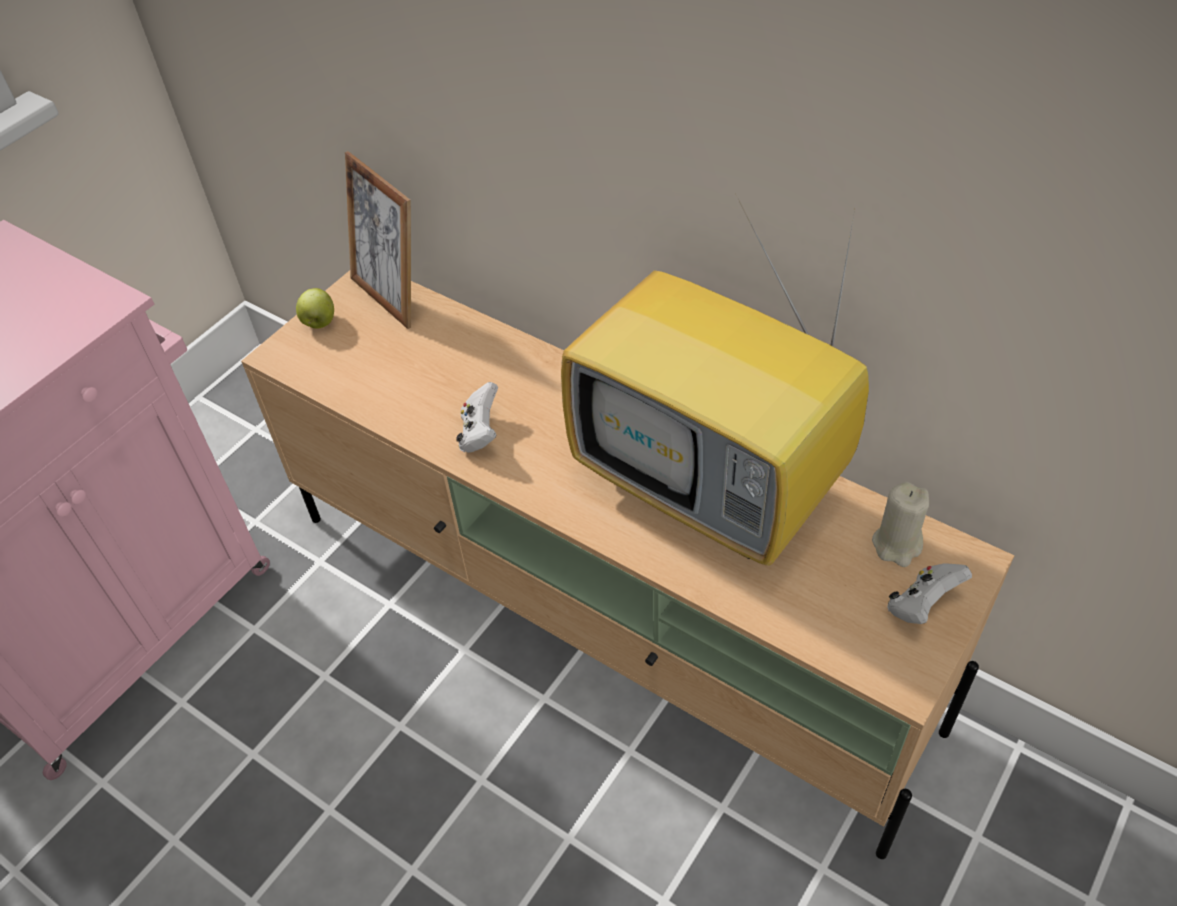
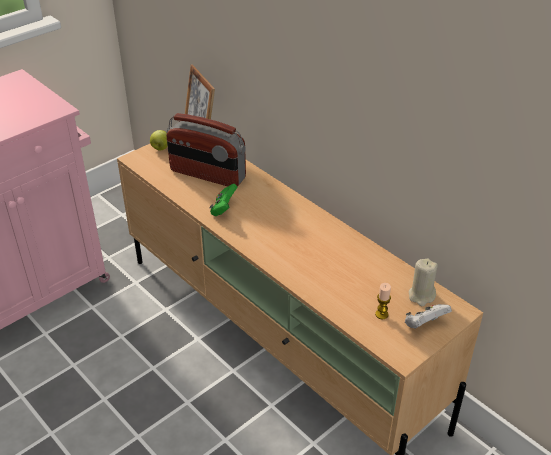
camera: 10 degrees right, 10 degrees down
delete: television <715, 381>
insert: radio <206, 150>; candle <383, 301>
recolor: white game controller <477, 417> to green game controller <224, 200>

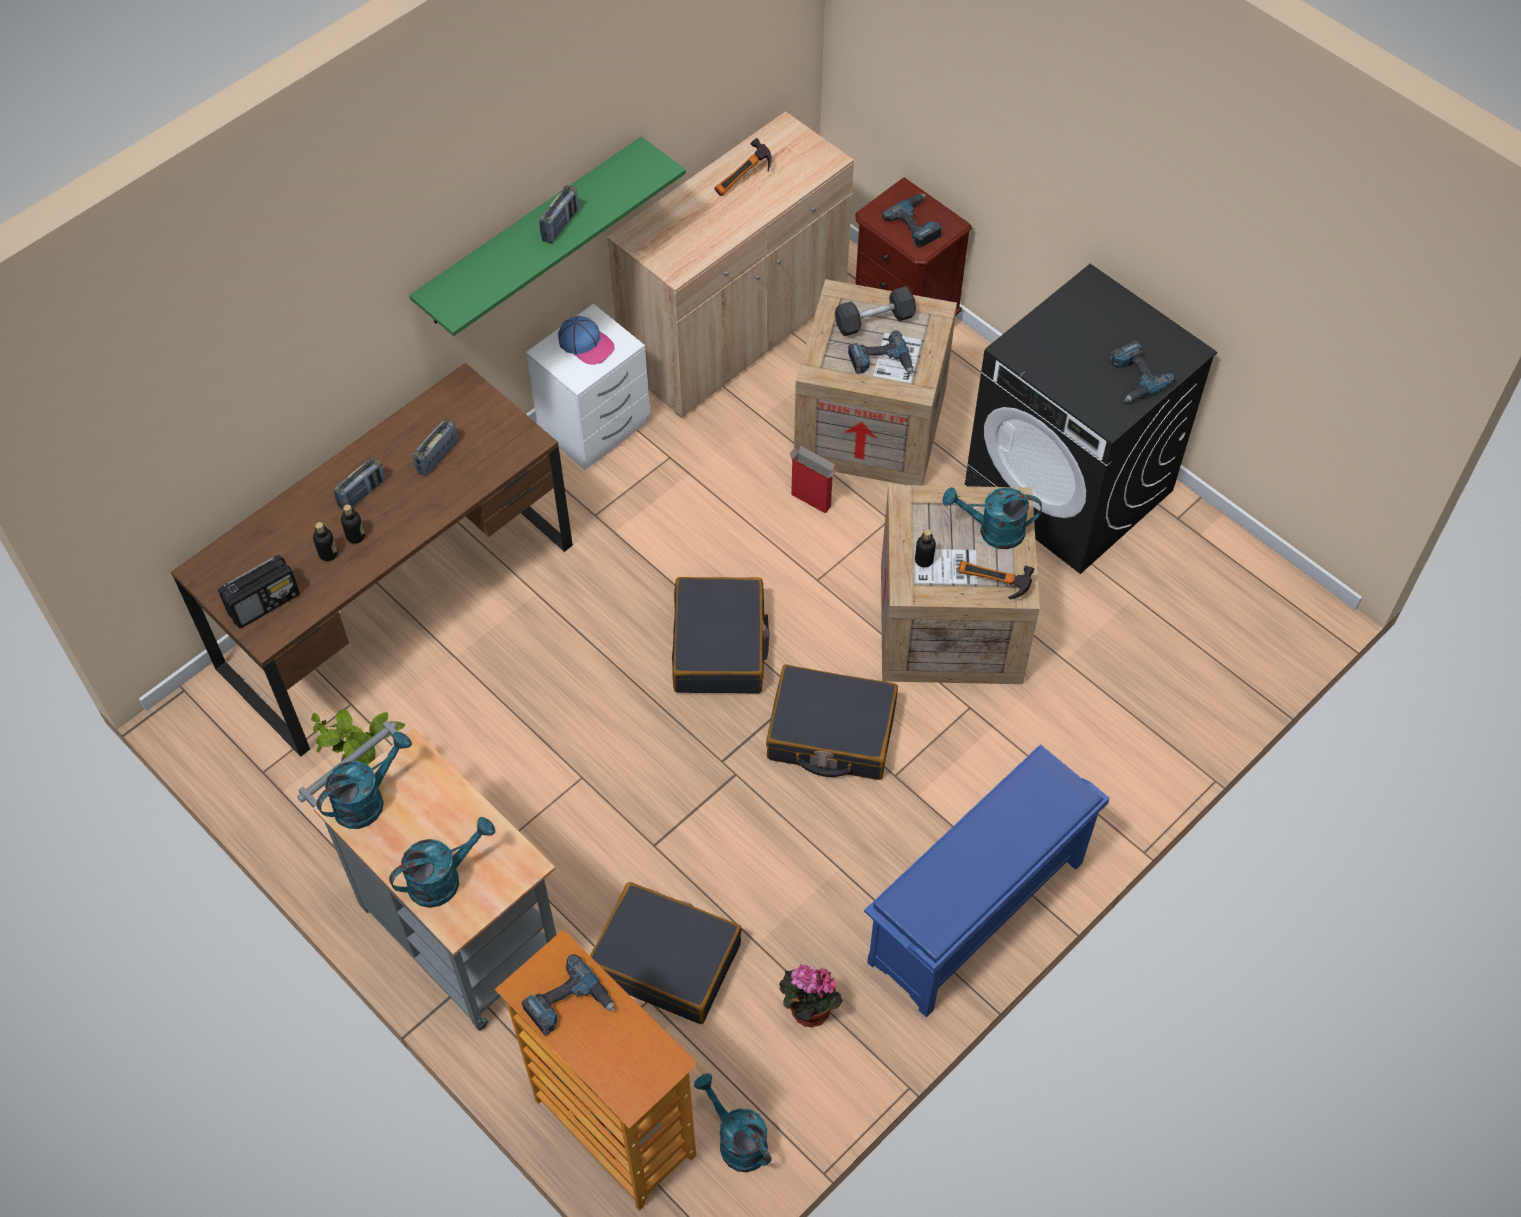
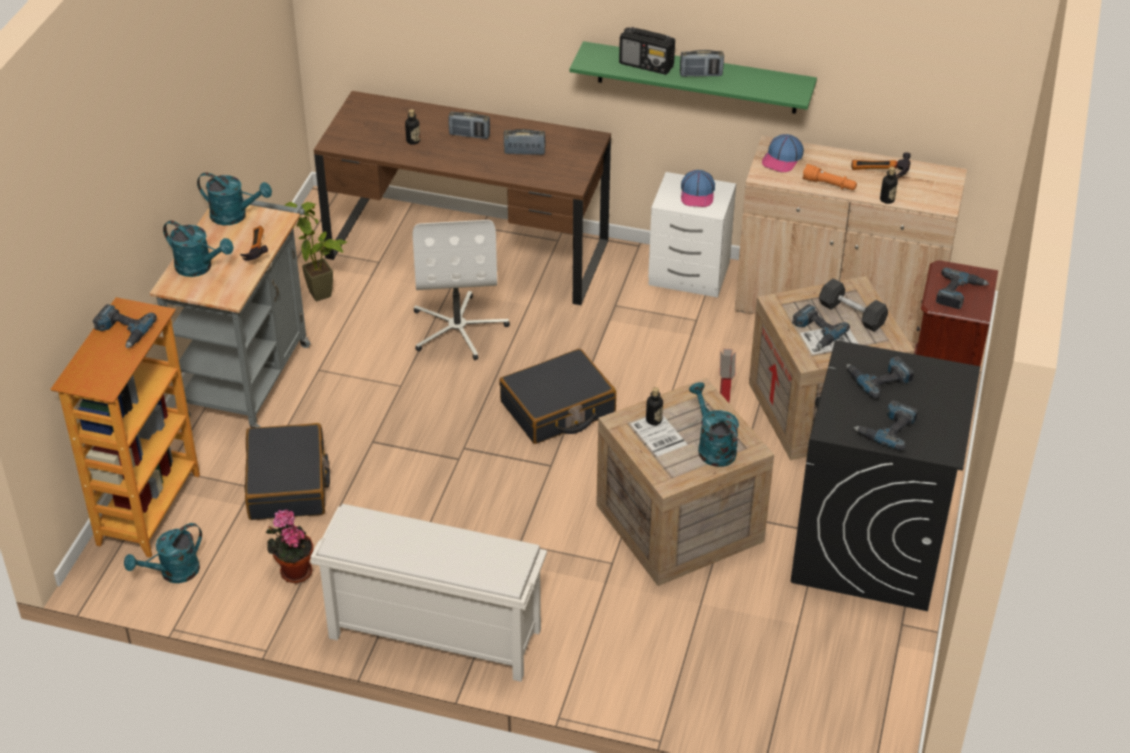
camera: 60 degrees right, 15 degrees down
delete: black suitcase <832, 722>
insert: cap <783, 153>; orange flashlight <829, 177>; white office chair <461, 290>; power drill <880, 377>
move: bottle <353, 523> to <889, 185>; radio <259, 591> to <647, 51>; hammer <996, 580> to <254, 243>
recolor: blue shoe rack <986, 880> to white shoe rack <429, 593>
rotate: turquoise watering can <733, 1122> = <163, 553> 150 degrees counterclockwise

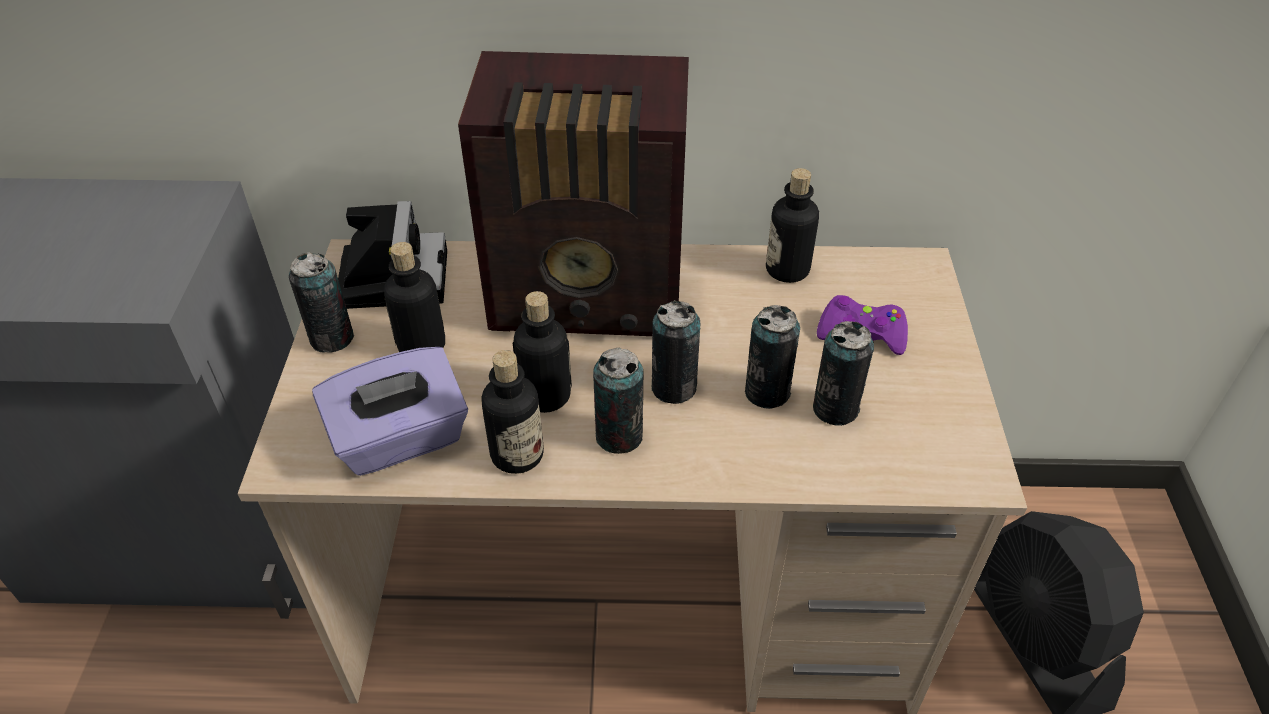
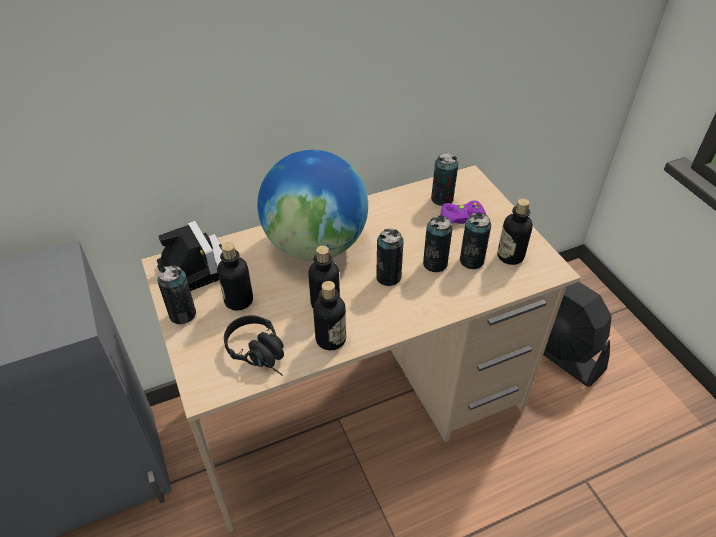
camera: 25 degrees left, 0 degrees up
move: bottle <792, 225> to <515, 231>; can <618, 401> to <444, 179>
replace: radio <573, 193> to globe <312, 205>; purple tissue box <390, 411> to black headphones <254, 345>

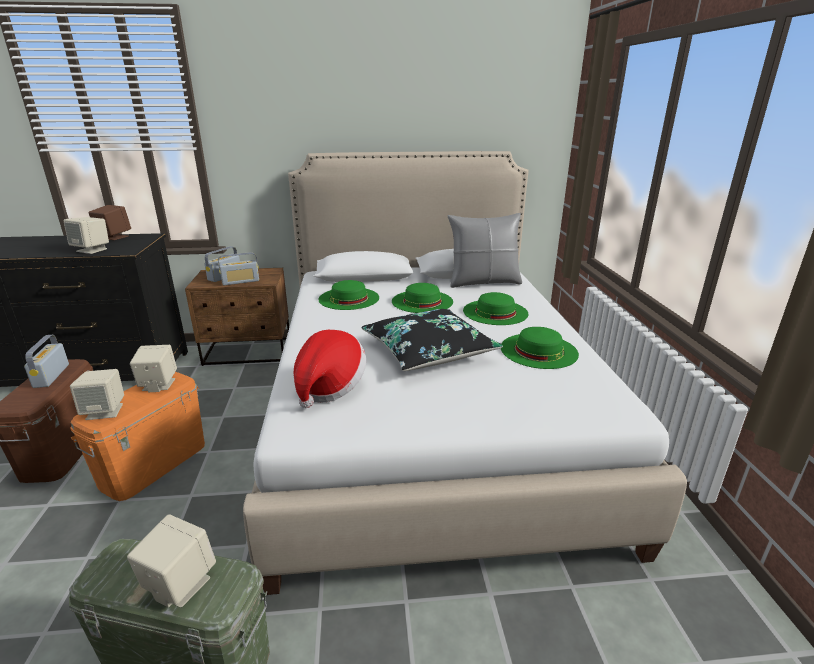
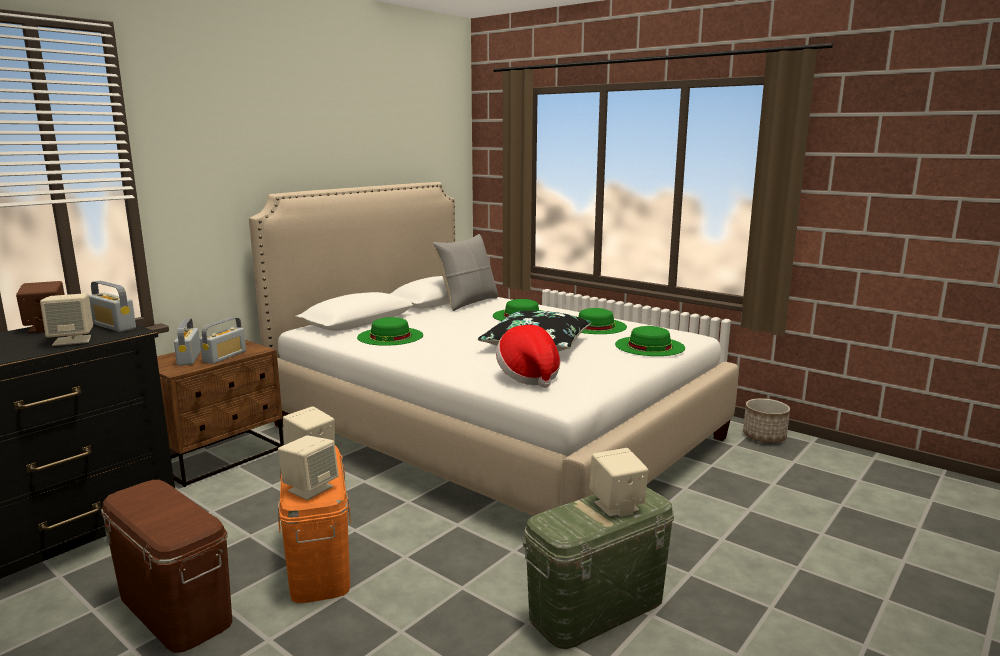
camera: 45 degrees left, 10 degrees down
insert: planter <766, 420>
move: green hat <422, 298> to <650, 341>; radio <46, 361> to <112, 306>

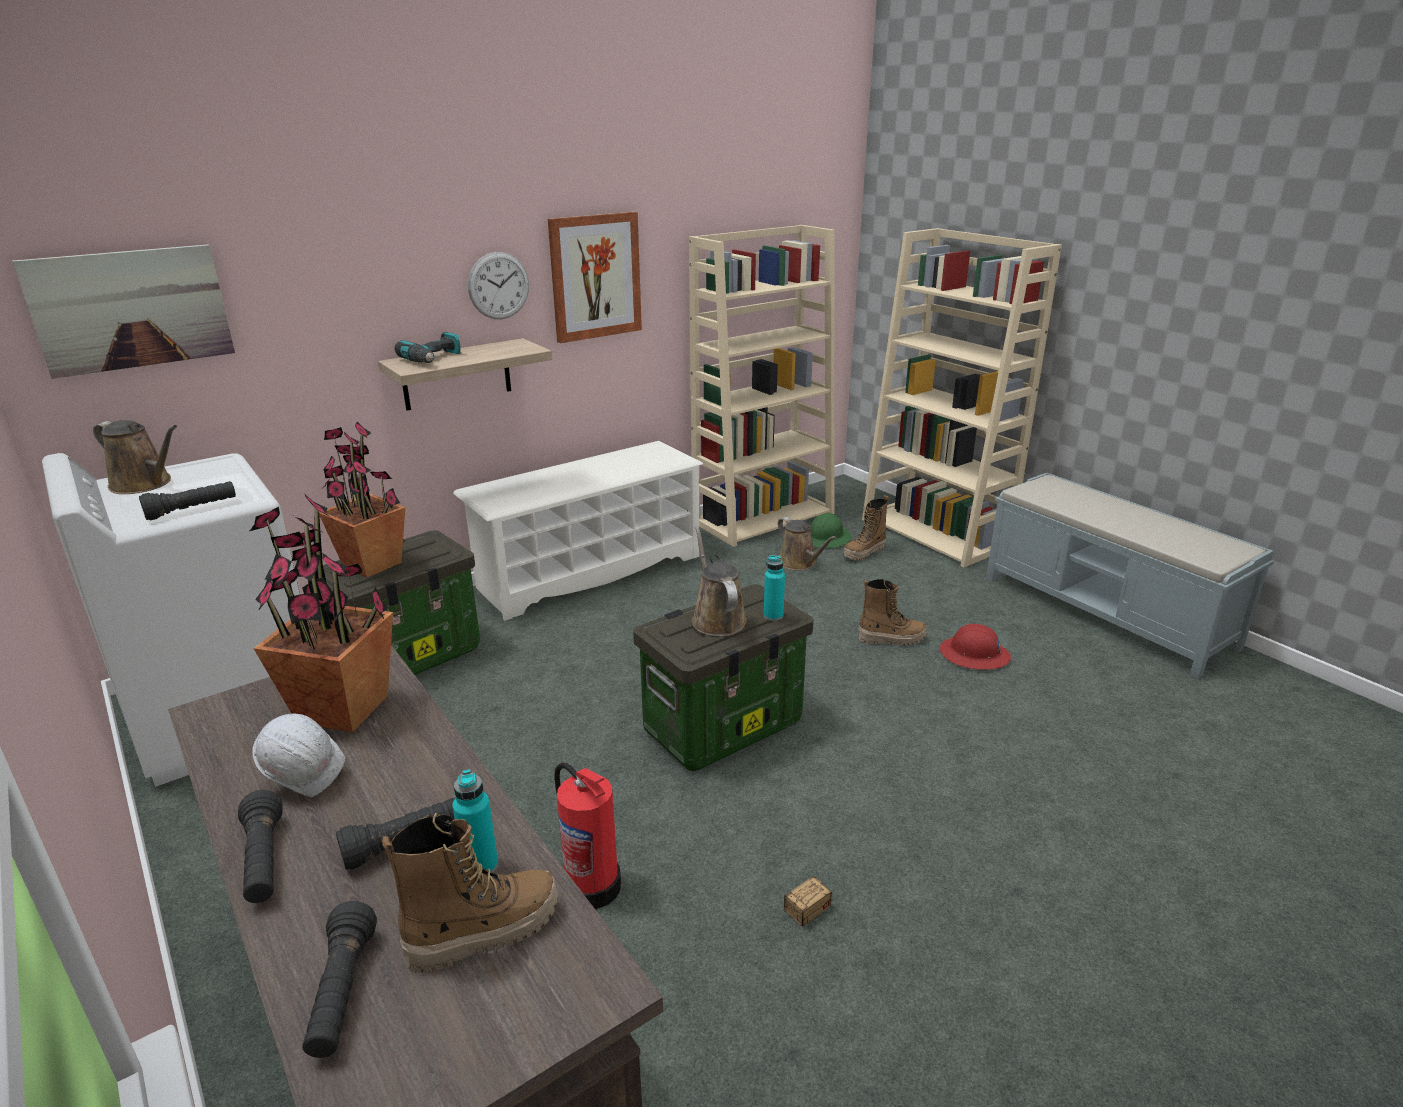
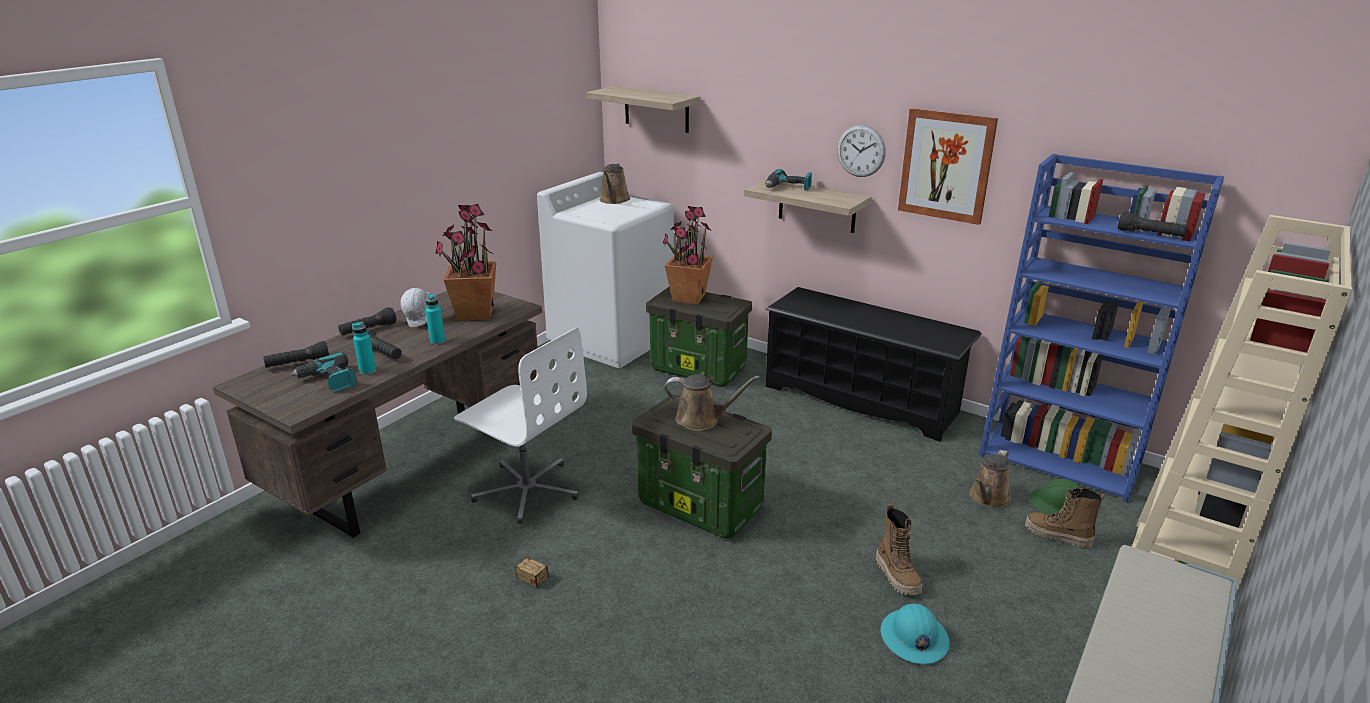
camera: 70 degrees right, 0 degrees up
move: black flashlight <187, 501> to <1153, 224>; turquoise bottle <774, 588> to <435, 319>
replace: picture <123, 311> to shelf <643, 109>; fire extinguisher <587, 836> to white office chair <520, 426>; boot <470, 893> to power drill <322, 372>
recolor: beige bookcase <761, 386> to blue bookcase <1101, 328>; white shoe rack <578, 531> to black shoe rack <873, 364>; red hard hat <975, 646> to turquoise hard hat <915, 633>
rotate: brown watering can <719, 581> = <712, 402> 45 degrees clockwise

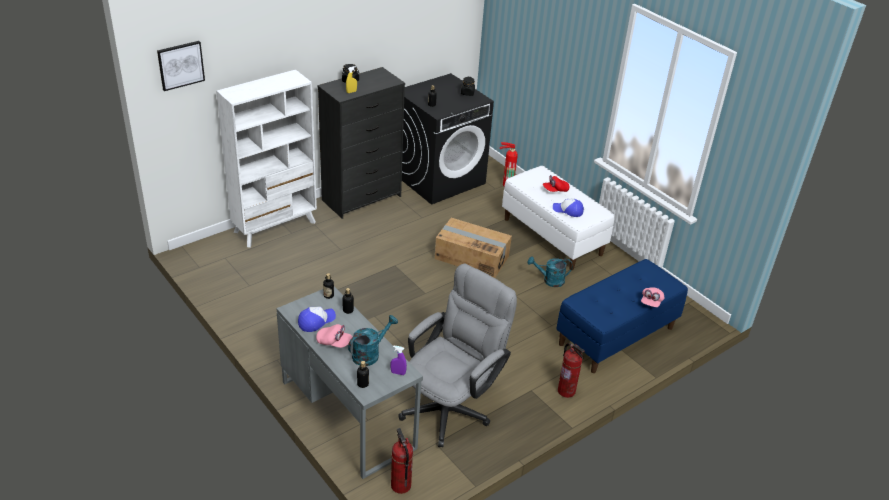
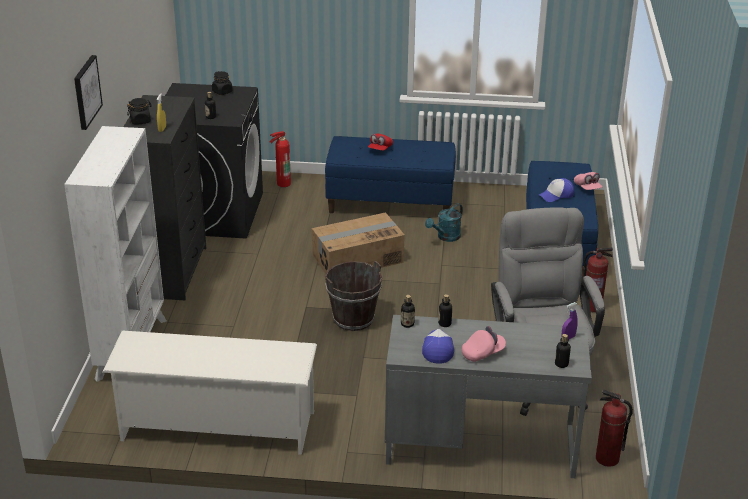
camera: 45 degrees left, 5 degrees down
delete: turquoise watering can <373, 340>
insert: brown bucket <353, 296>; white shoe rack <210, 393>
move: picture <181, 66> to <88, 92>; cap <568, 207> to <556, 190>
recolor: white bench <558, 218> to blue bench <390, 174>

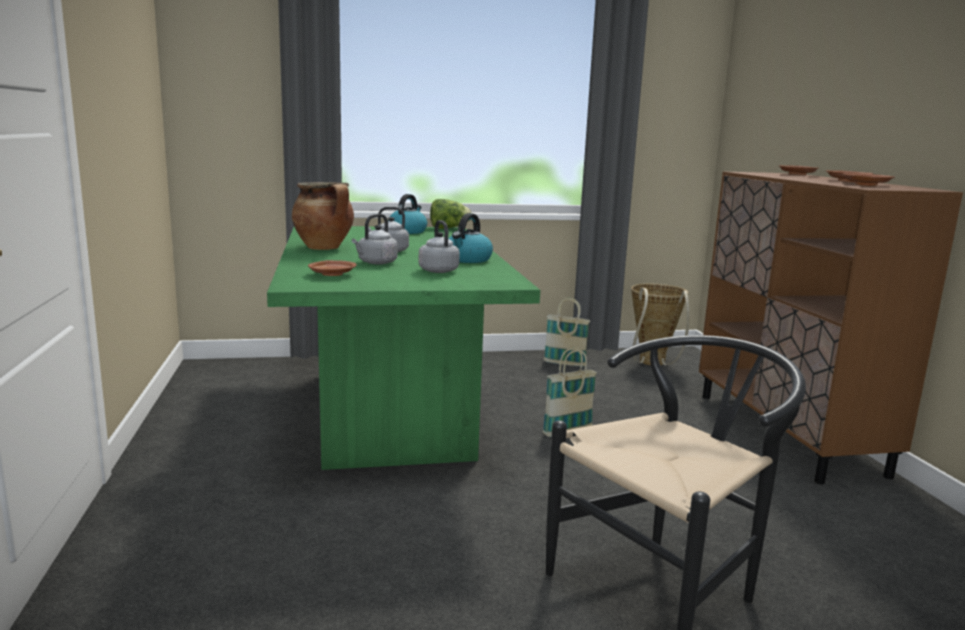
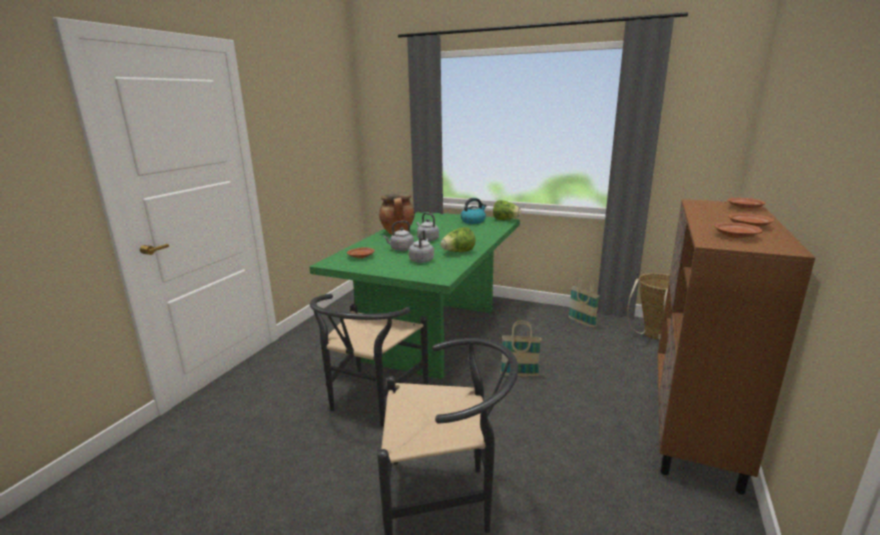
camera: 35 degrees right, 5 degrees up
insert: black chair <369, 360>
replace: kettle <470, 238> to lettuce <458, 239>

